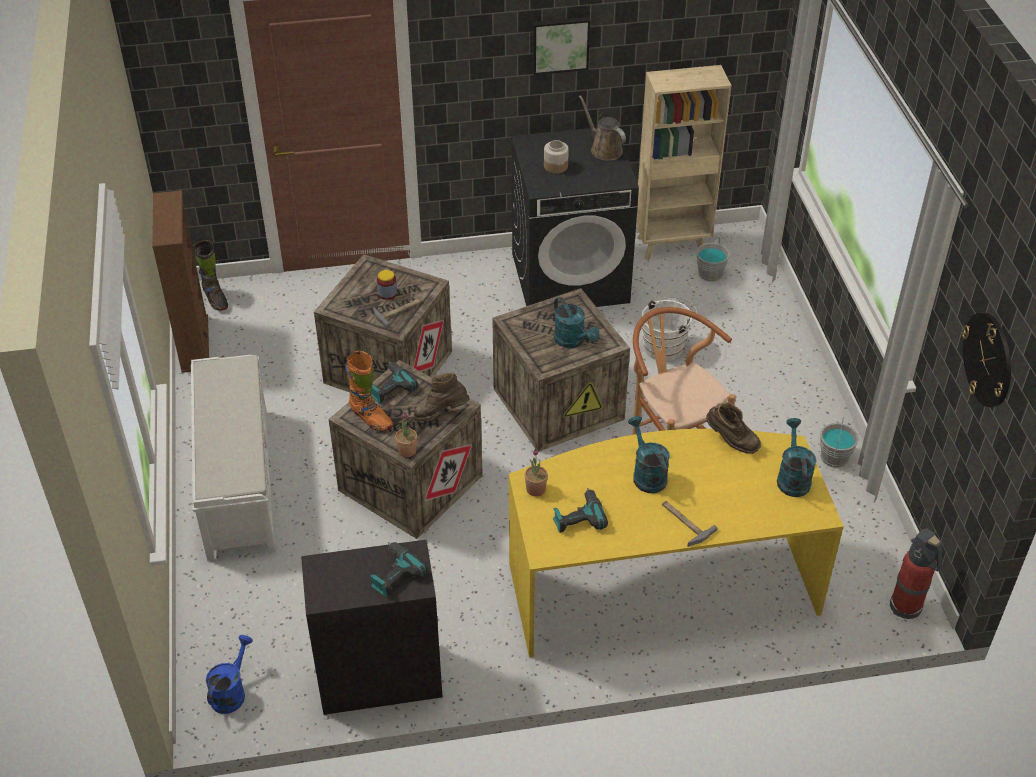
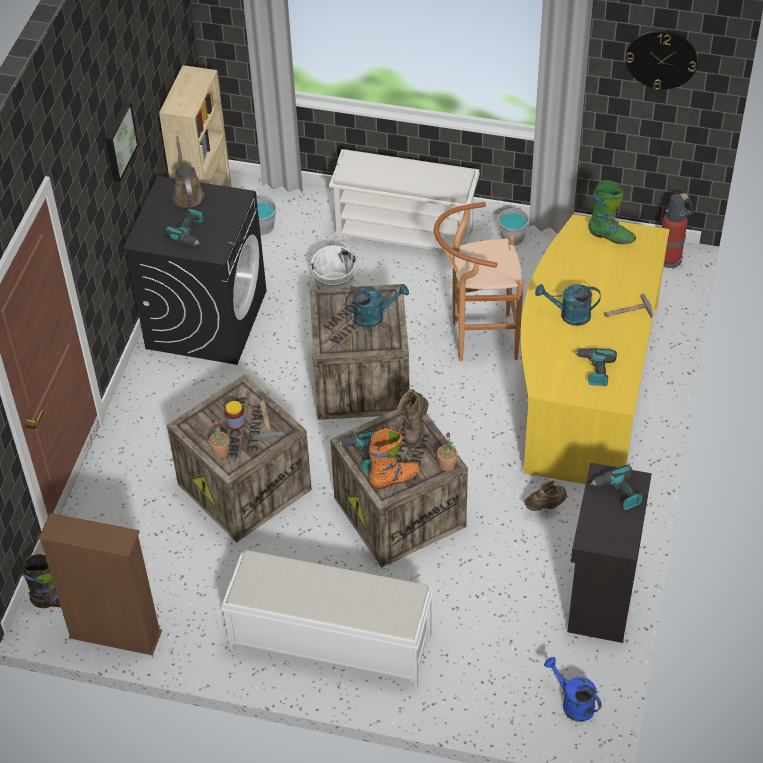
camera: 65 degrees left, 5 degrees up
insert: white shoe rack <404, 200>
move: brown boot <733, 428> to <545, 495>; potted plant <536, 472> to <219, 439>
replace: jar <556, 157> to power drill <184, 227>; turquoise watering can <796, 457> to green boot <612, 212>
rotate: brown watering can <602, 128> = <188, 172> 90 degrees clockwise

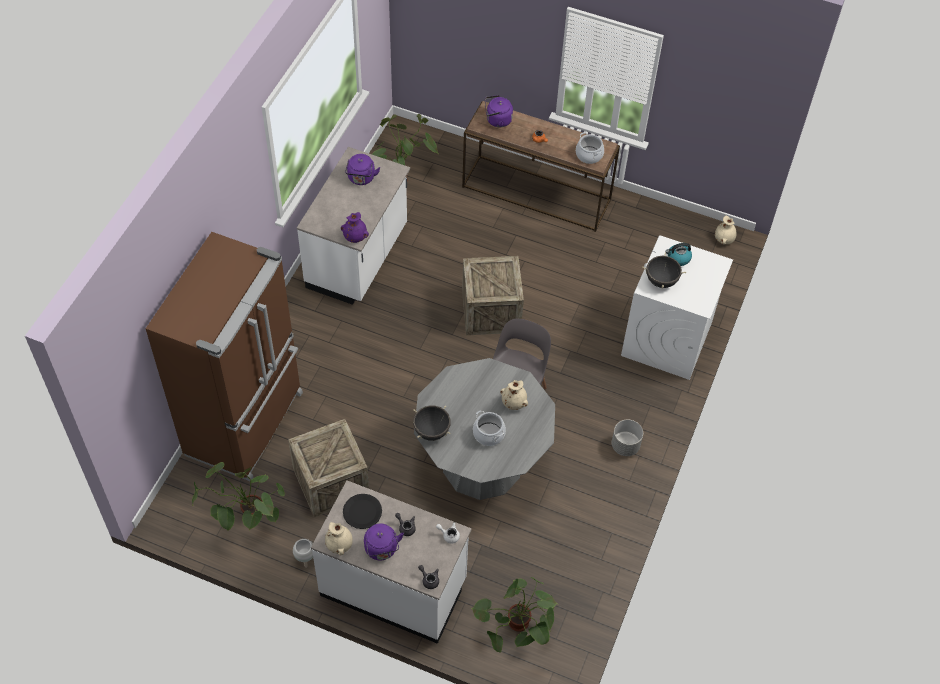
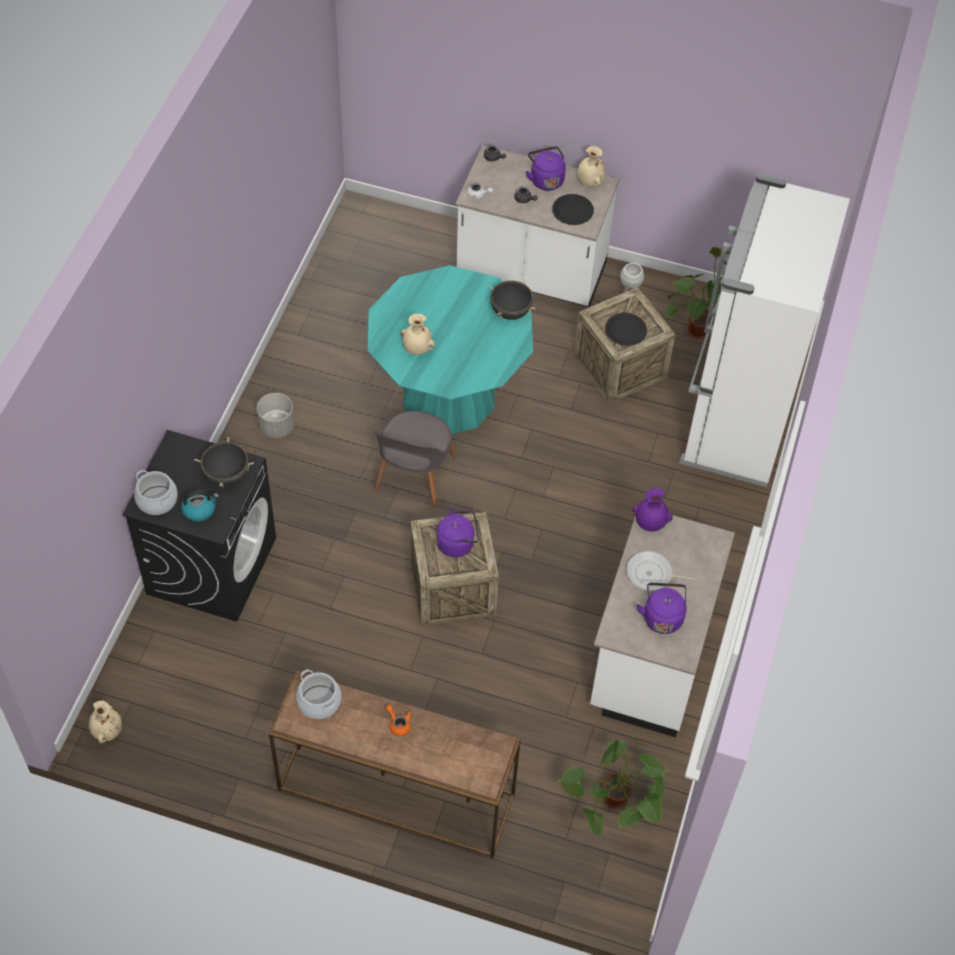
camera: 175 degrees right, 0 degrees up
delete: potted plant <514, 614>
insert: black plate <626, 329>; frying pan <662, 571>
move: purple kettle <499, 111> to <457, 532>; cooking pot <489, 428> to <156, 492>
recolor: brown fridge <224, 356> to white fridge <764, 330>; white washing machine <677, 307> to black washing machine <199, 526>; grey dining table <484, 429> to turquoise dining table <450, 349>

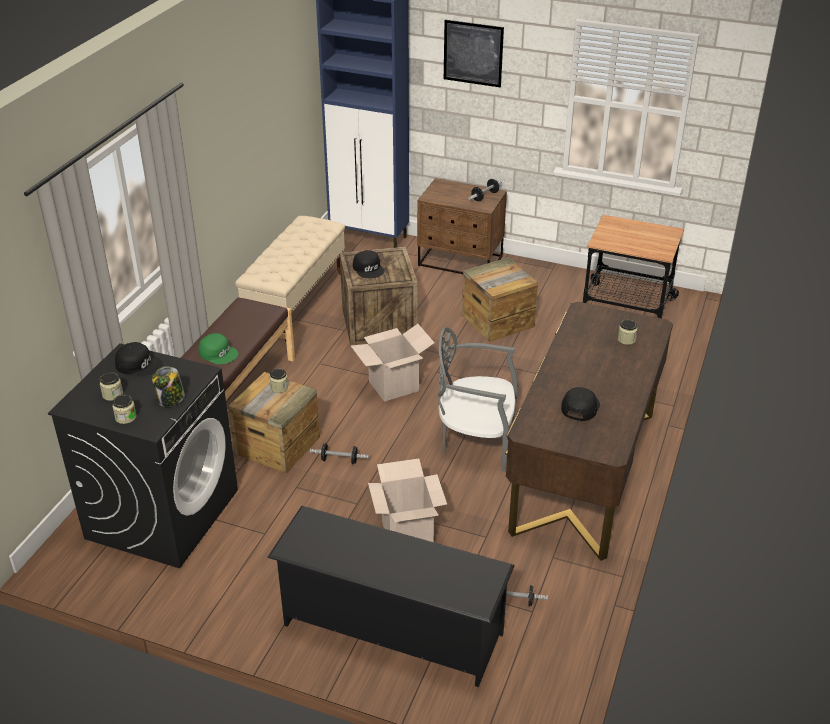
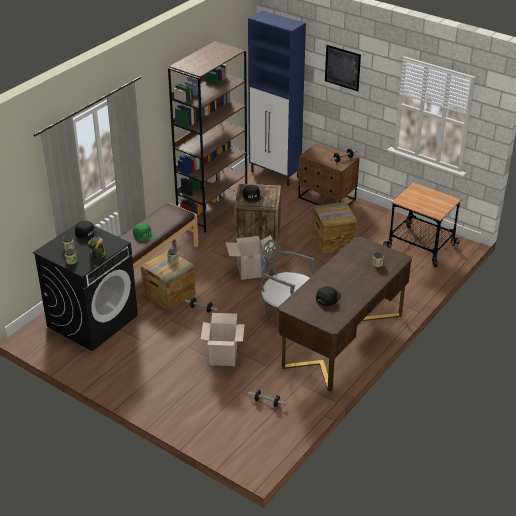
camera: 15 degrees right, 0 degrees up
delete: black shoe rack <391, 596>
replace: beige bench <290, 279> to brown bookcase <207, 137>

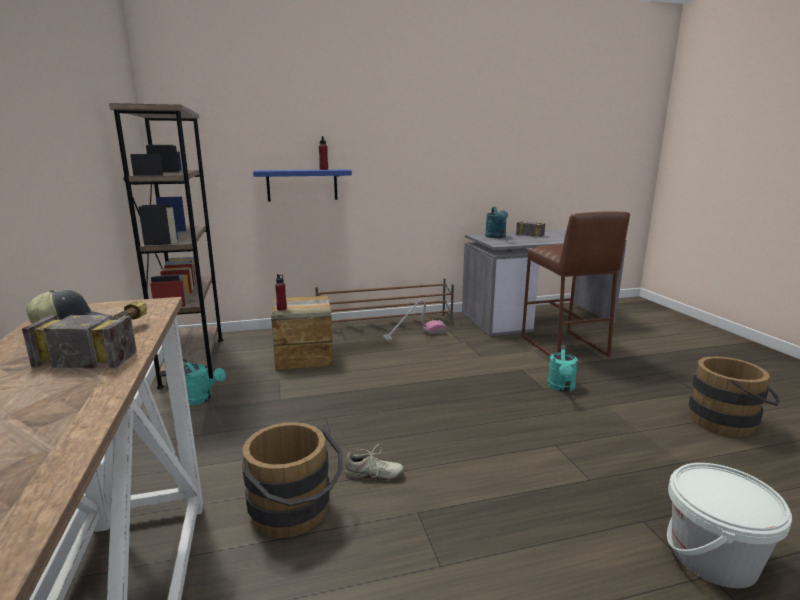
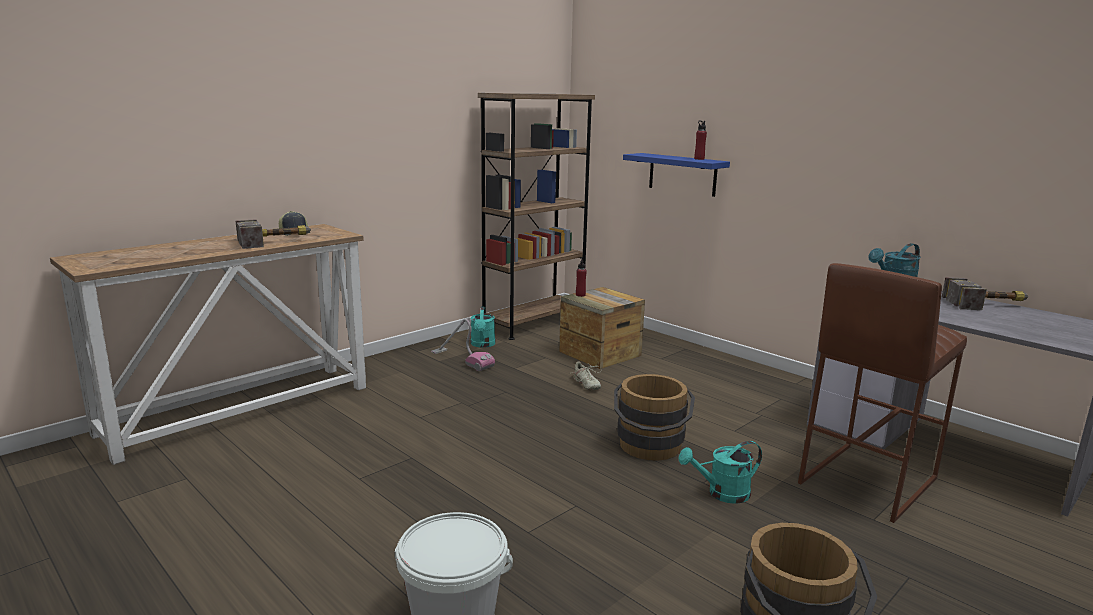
camera: 60 degrees right, 0 degrees up
delete: brown shoe rack <384, 300>
move: vacuum cleaner <414, 320> to <463, 345>; brown bucket <292, 480> to <654, 417>; beige shoe <374, 462> to <585, 375>

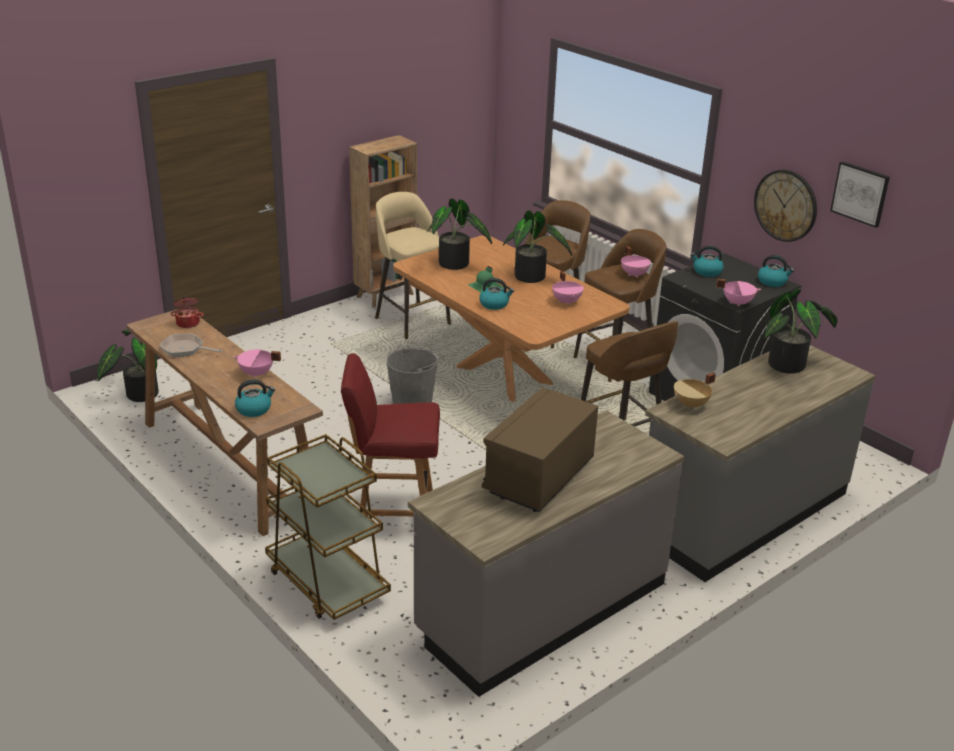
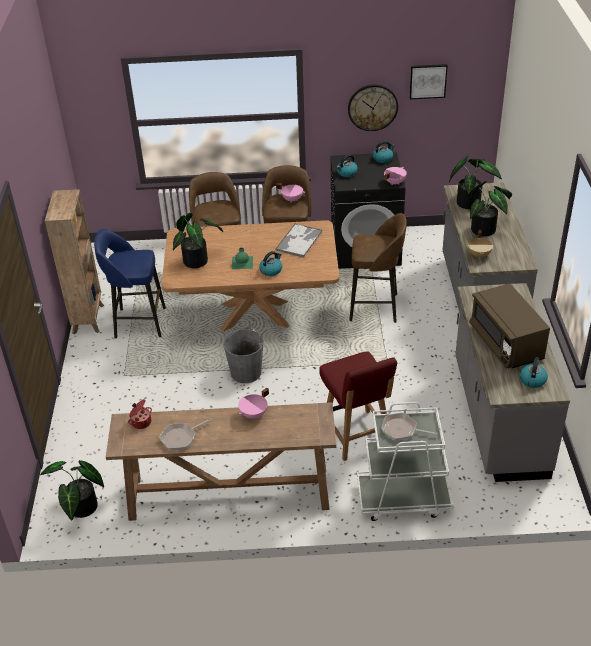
camera: 50 degrees left, 10 degrees up
insert: frying pan <409, 427>
move: potted plant <537, 247> to <489, 208>; kettle <255, 398> to <534, 372>
replace: pink cooking pot <568, 288> to tray <299, 241>
recolor: beige stool <413, 265> to blue stool <130, 284>; brown cart <328, 527> to white cart <405, 461>
rotate: red chair <390, 434> = <358, 406> 60 degrees counterclockwise

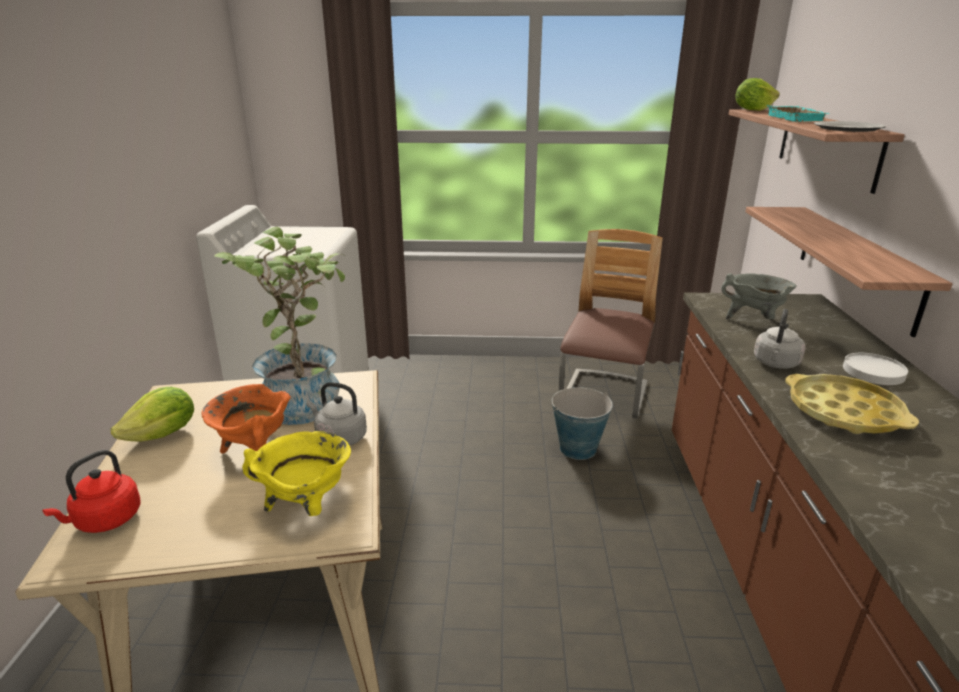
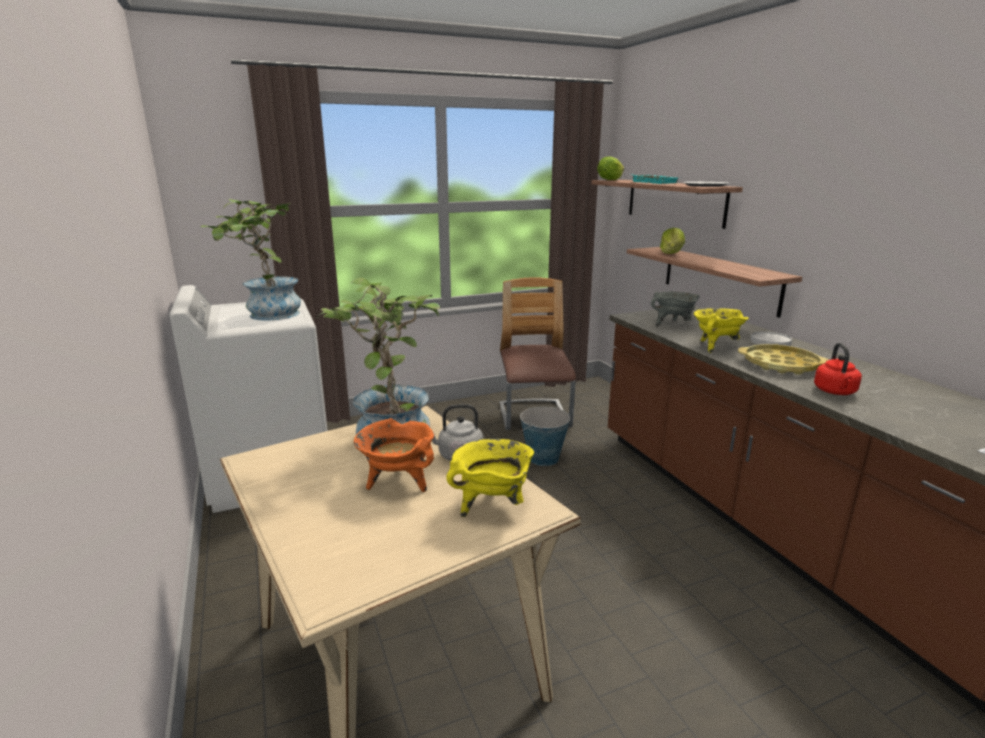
camera: 25 degrees left, 5 degrees down
insert: potted plant <250, 260>
move: lettuce <152, 414> to <672, 241>; red kettle <91, 491> to <838, 369>
replace: grey kettle <779, 339> to yellow cooking pot <721, 330>

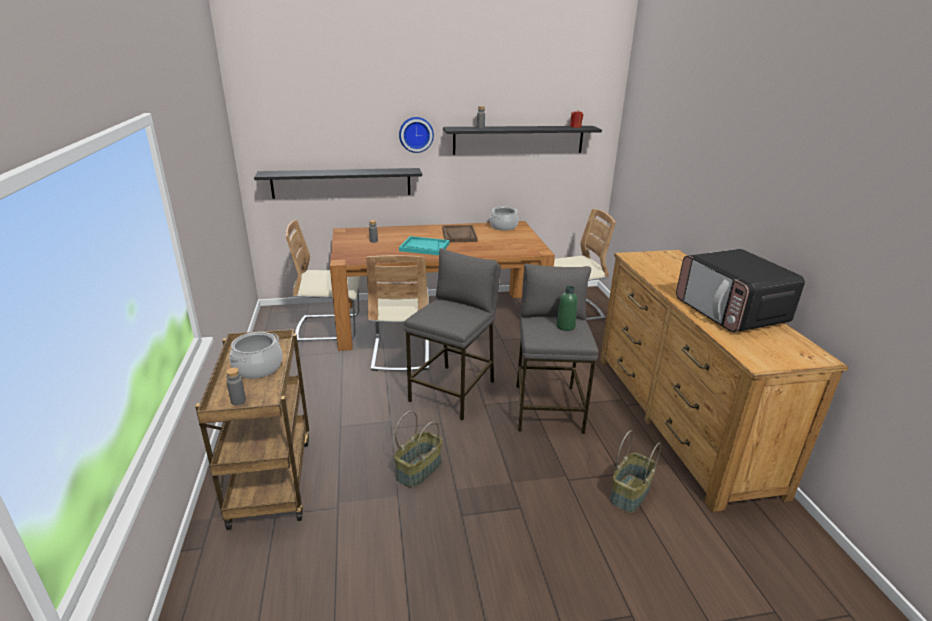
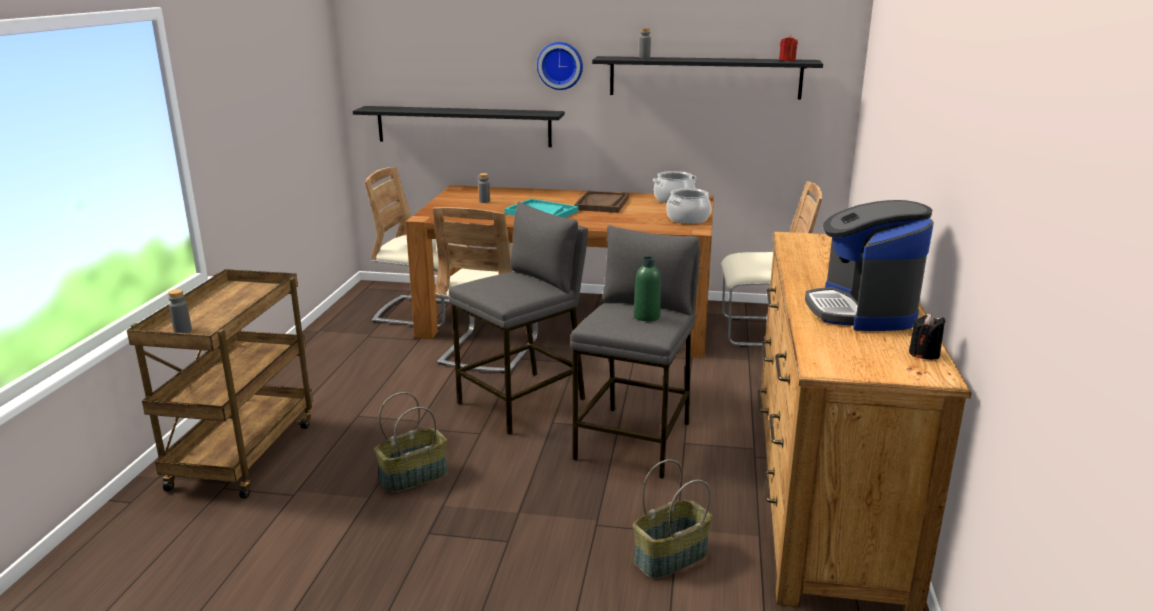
camera: 20 degrees right, 5 degrees down
insert: black candle <927, 337>
move: cooking pot <255, 355> to <688, 206>
replace: microwave <740, 291> to coffee machine <869, 265>

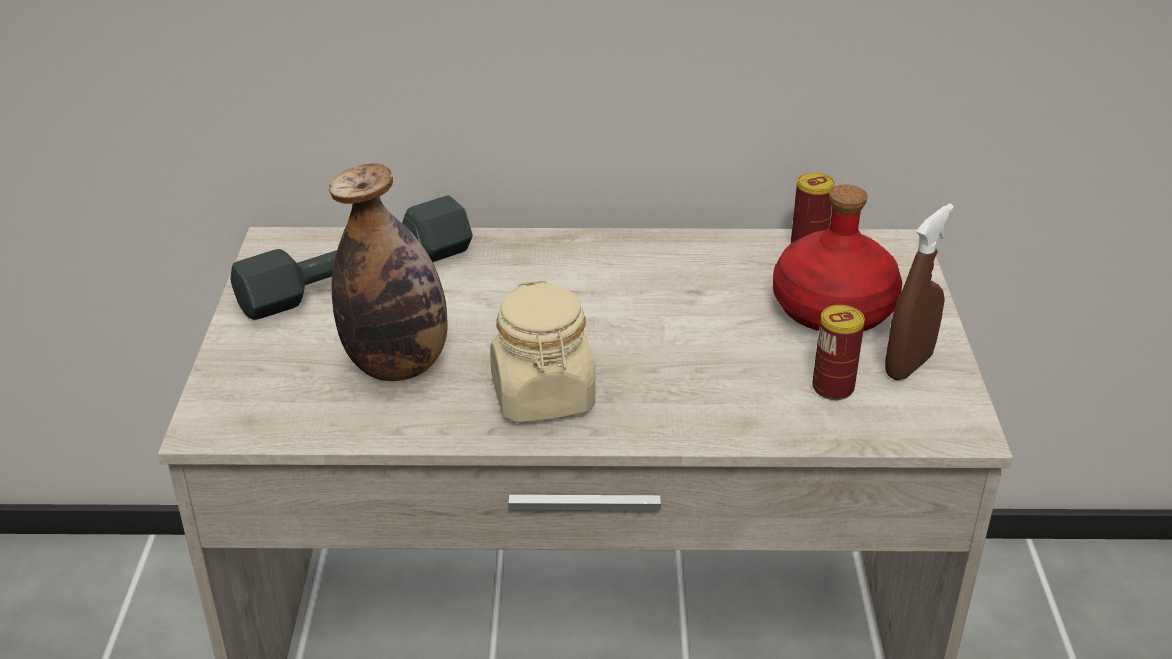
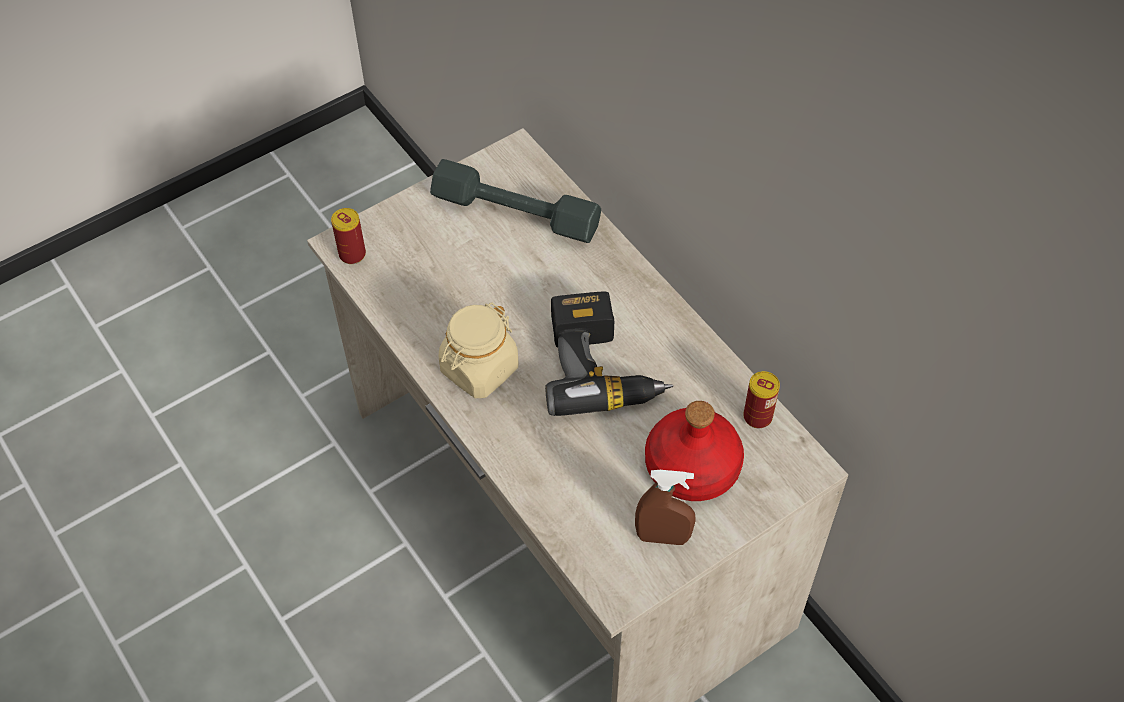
camera: 55 degrees right, 20 degrees up
delete: bottle <388, 272>
insert: power drill <609, 353>
move: can <838, 352> to <348, 236>

